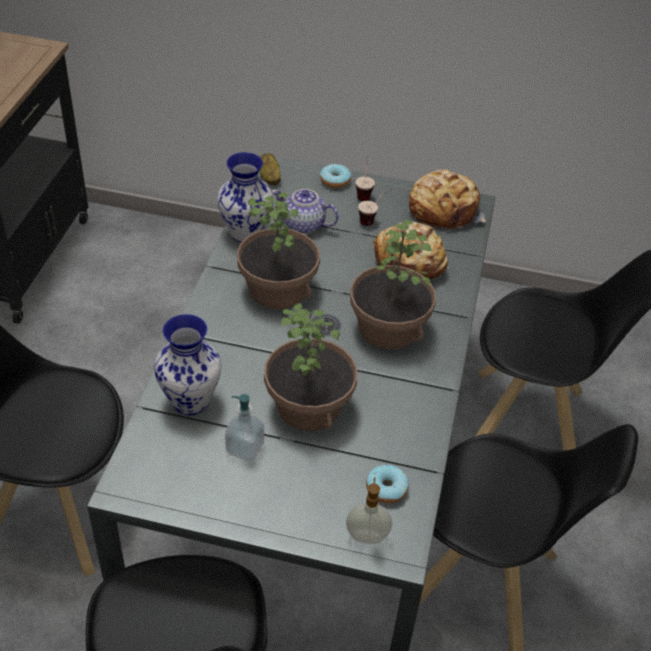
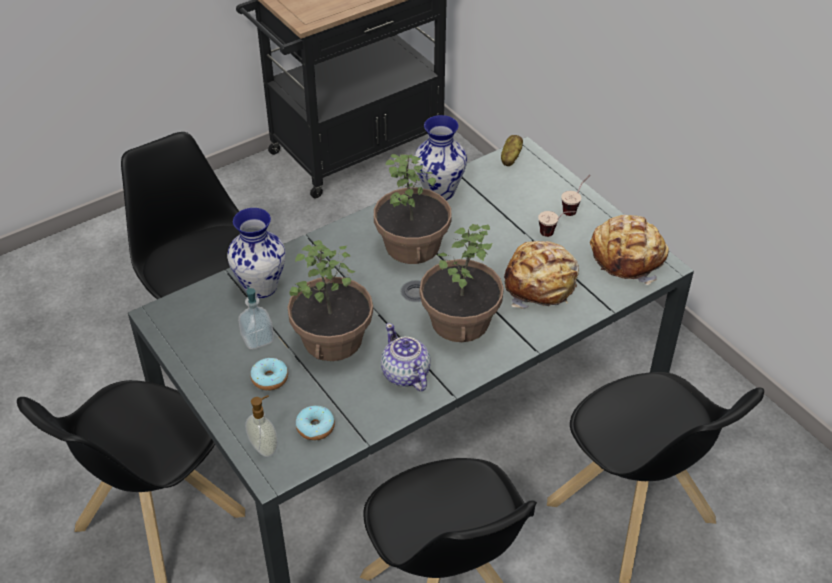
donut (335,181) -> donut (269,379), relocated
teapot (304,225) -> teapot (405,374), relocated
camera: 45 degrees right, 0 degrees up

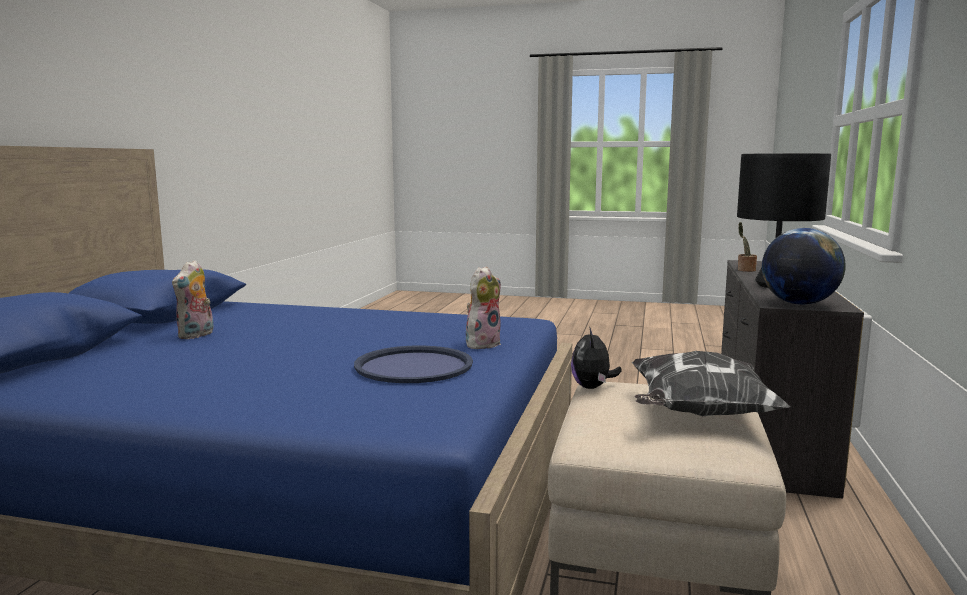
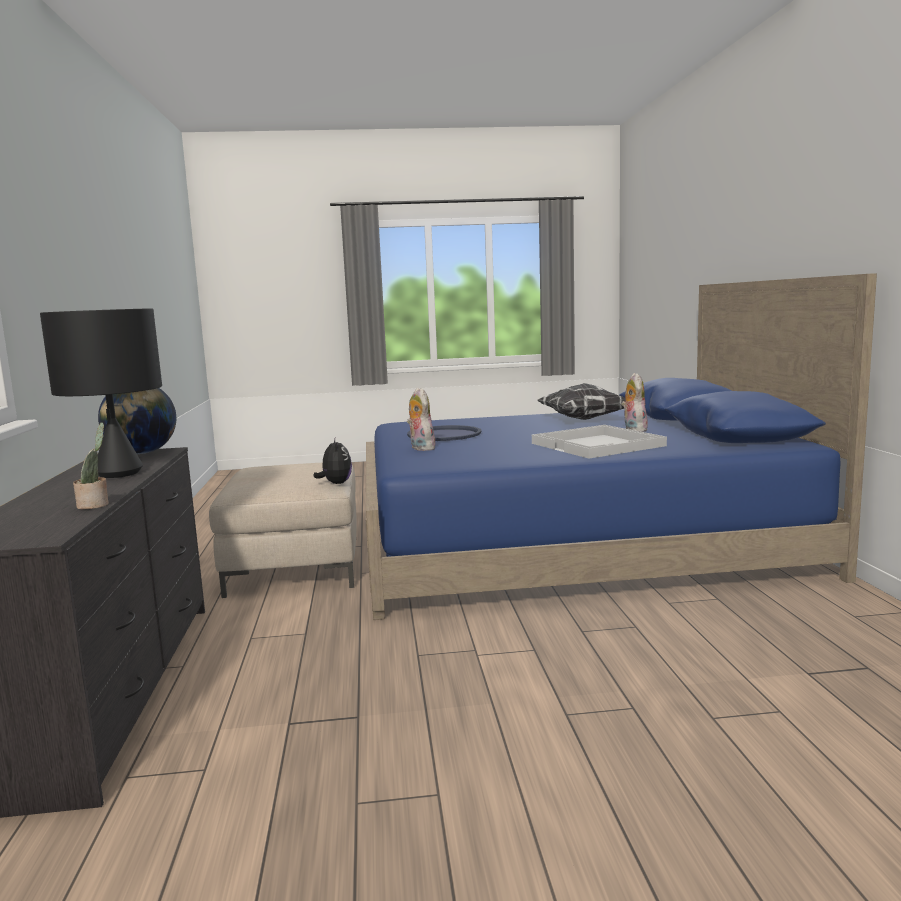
plush toy (482,344) -> plush toy (420,448), 135 degrees clockwise
none -> white tray (598,444)
pillow (698,414) -> pillow (585,419), relocated
camera: 160 degrees right, 0 degrees up

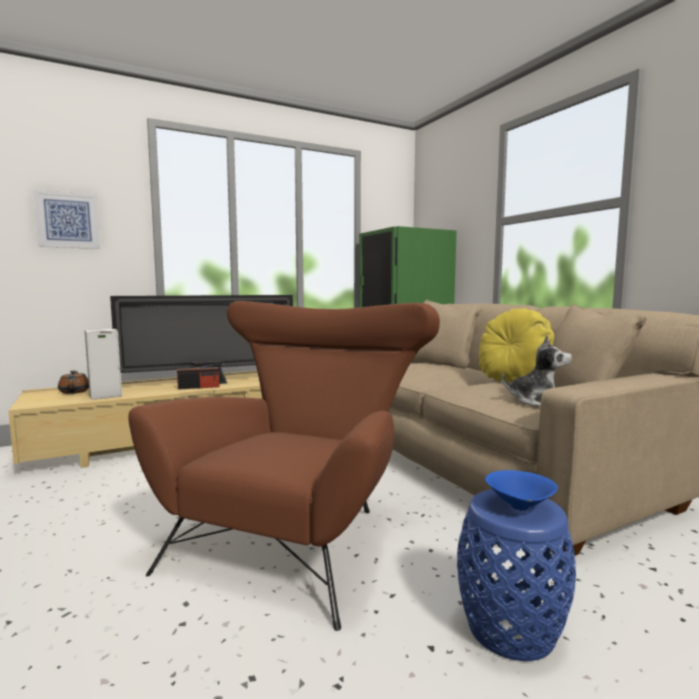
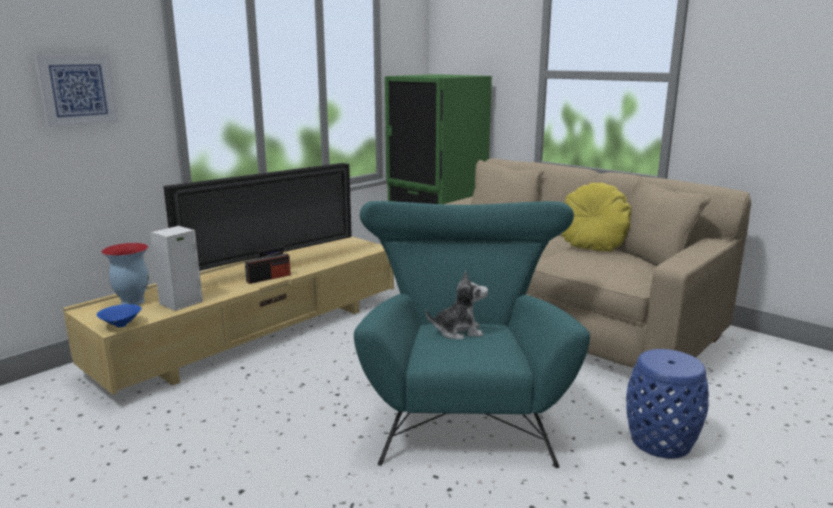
blue bowl (519,508) -> blue bowl (120,326), relocated
brown teapot (74,391) -> vase (132,302)
brown armchair (296,535) -> turquoise armchair (463,409)
plush toy (536,401) -> plush toy (458,332), relocated
camera: 20 degrees left, 10 degrees up

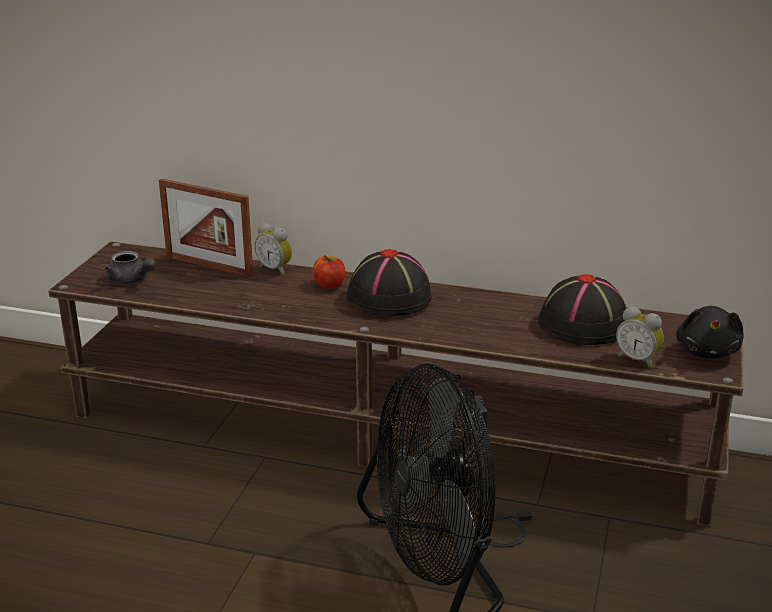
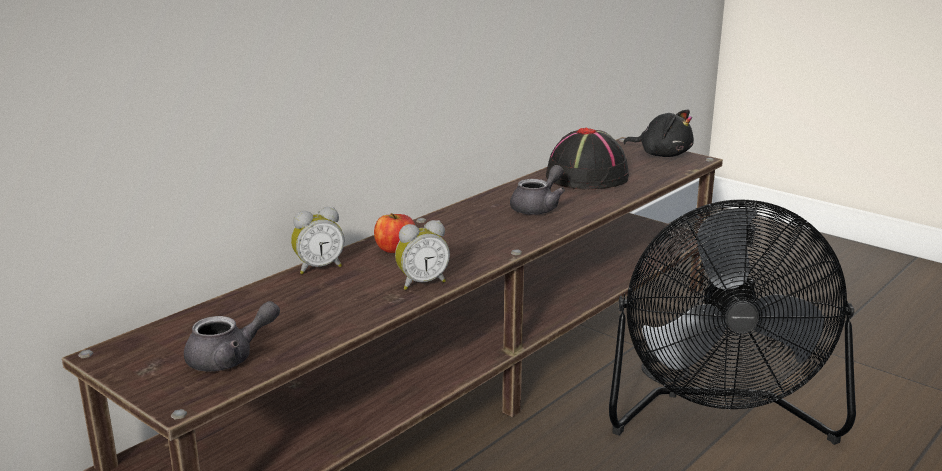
alarm clock (638,360) -> alarm clock (421,283), relocated
none -> grey teapot (538,207)
picture frame (209,266) -> none
black hat (390,298) -> none
camera: 65 degrees left, 5 degrees down

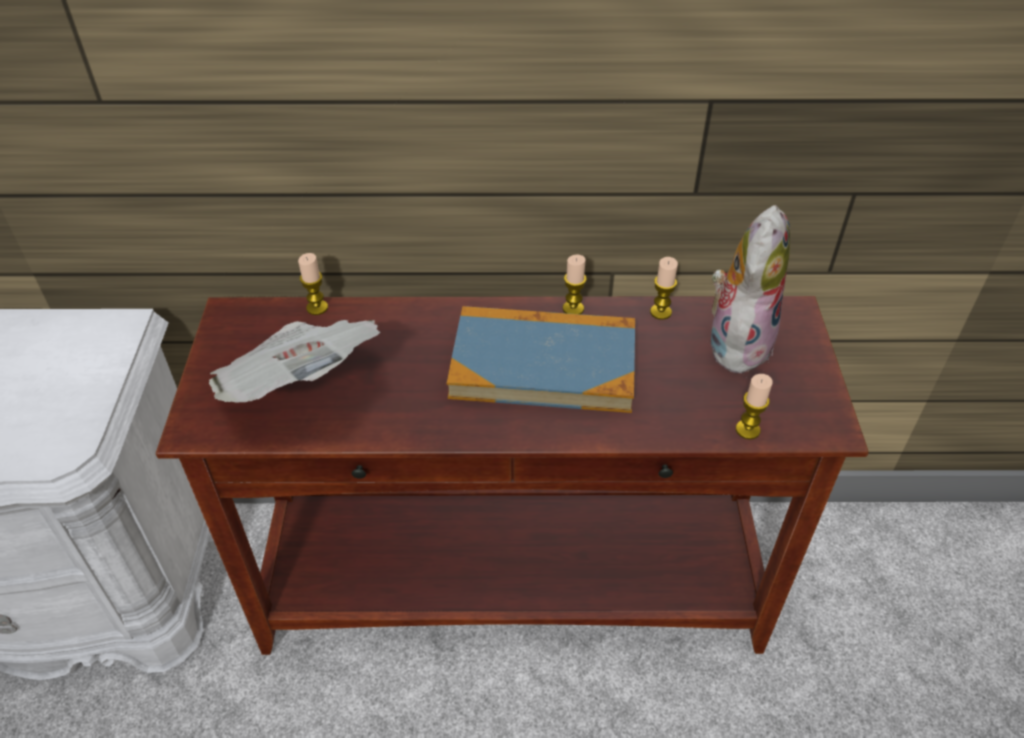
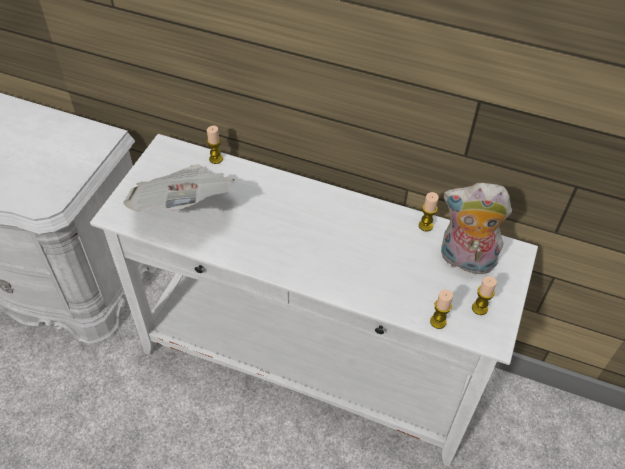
brown console table (514,581) -> white console table (310,362)
plush toy (736,341) -> plush toy (465,261), 120 degrees counterclockwise
candle (573,308) -> candle (479,308), relocated
book (543,364) -> none
camera: 20 degrees right, 5 degrees up

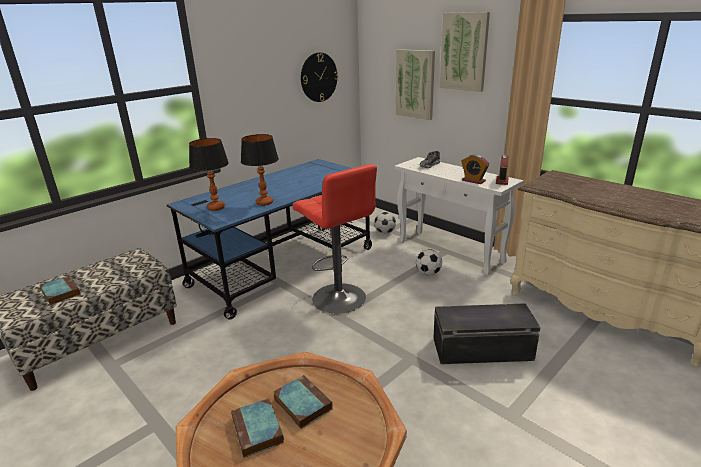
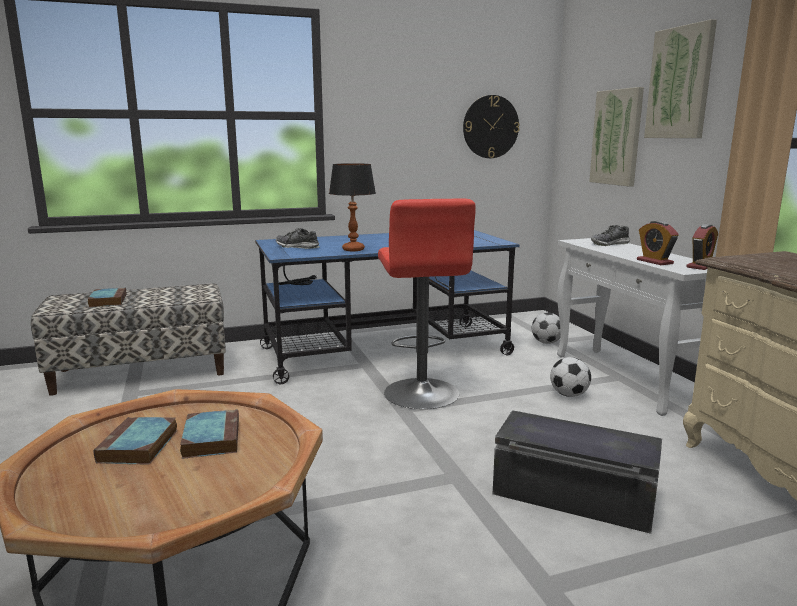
table lamp (216,208) -> shoe (297,247)
camera: 25 degrees right, 10 degrees down

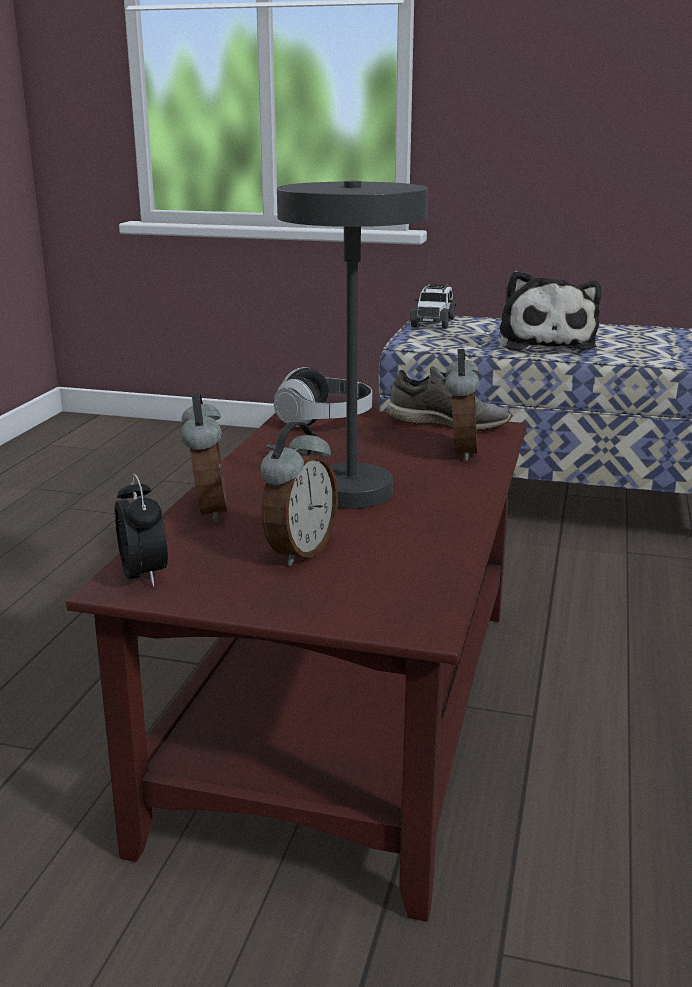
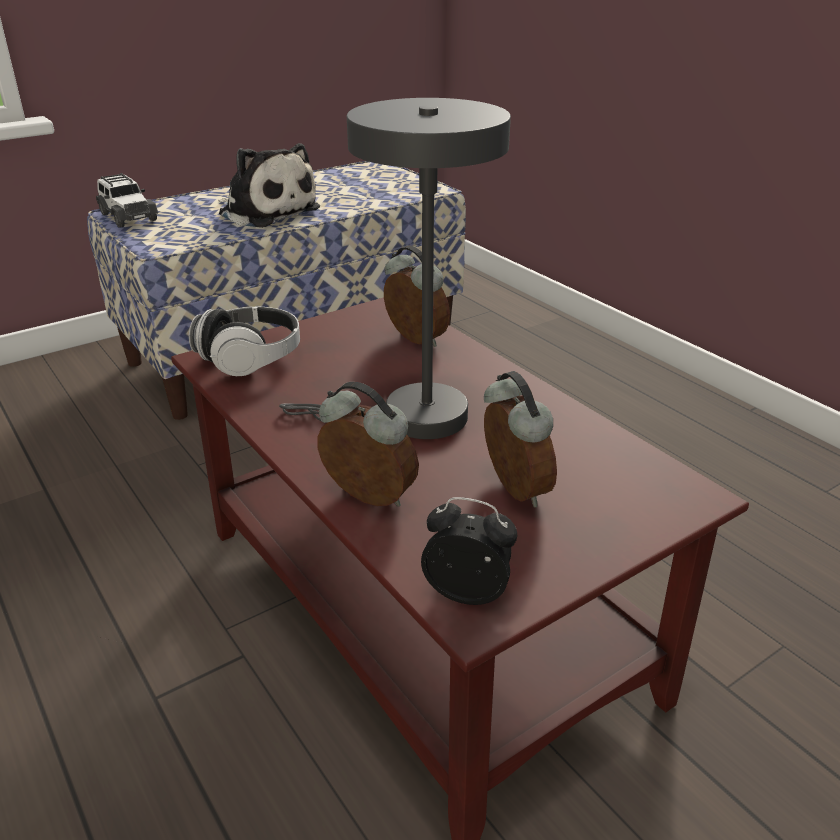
grey shoe (448,423) -> none
camera: 50 degrees left, 10 degrees up

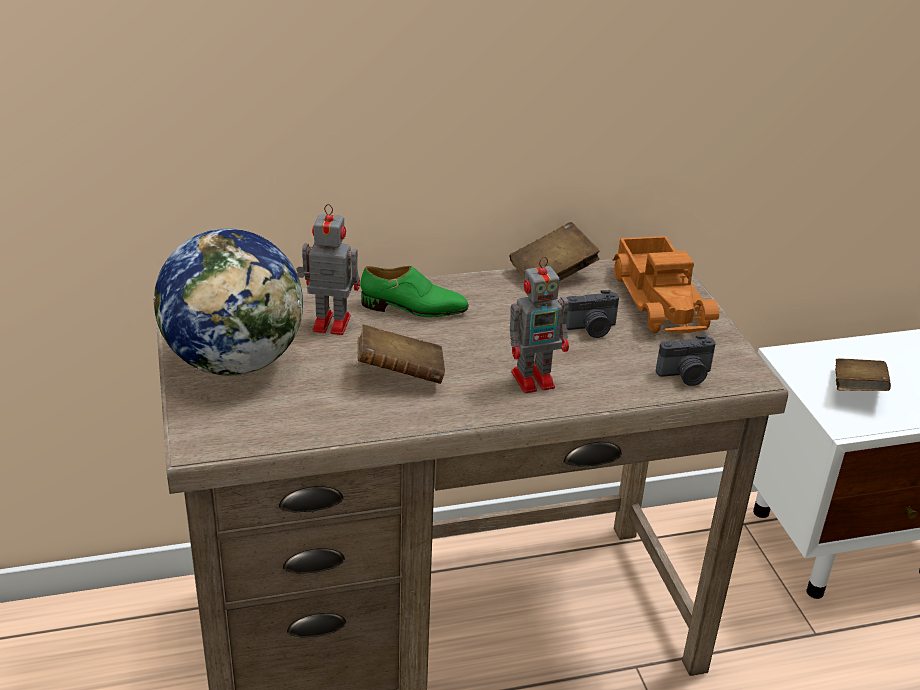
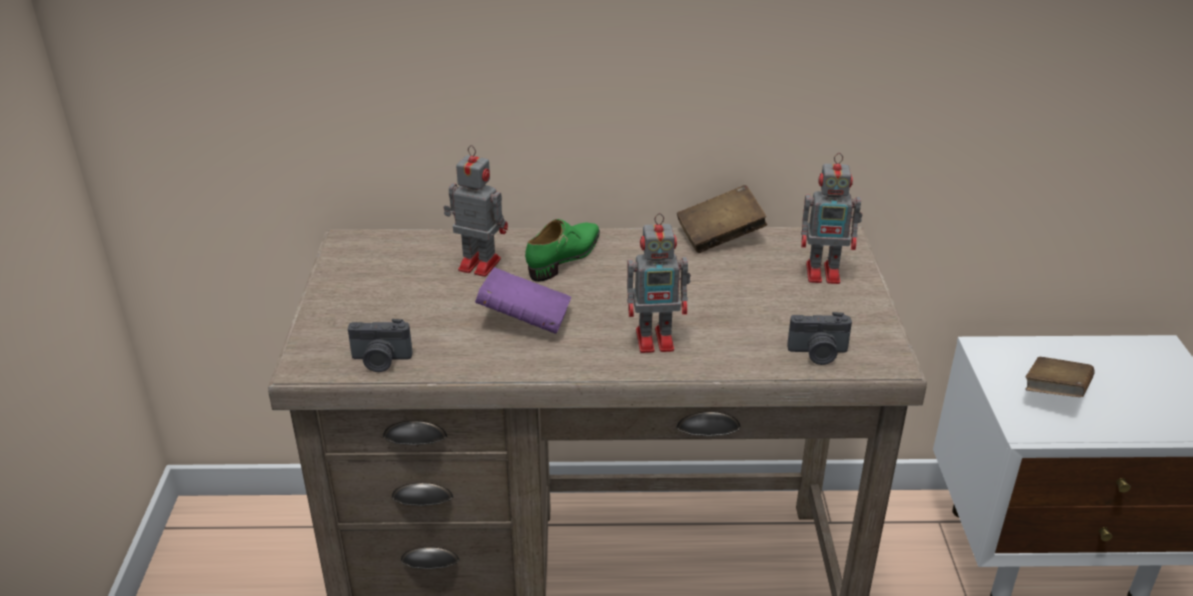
photo camera (592,329) -> photo camera (380,361), relocated
brown book (400,374) -> purple book (524,320)
green shoe (414,308) -> green shoe (565,257), 75 degrees counterclockwise
toy truck (662,299) -> toy robot (825,273)
globe (235,362) -> none
camera: 15 degrees right, 0 degrees up

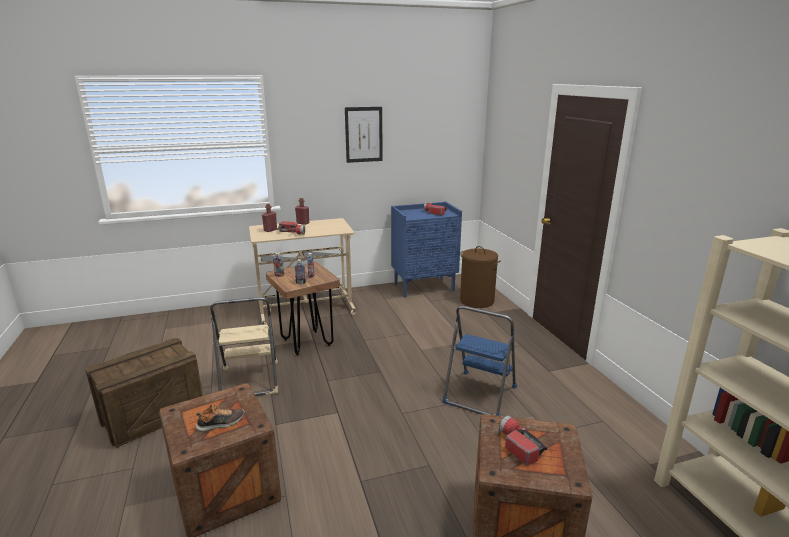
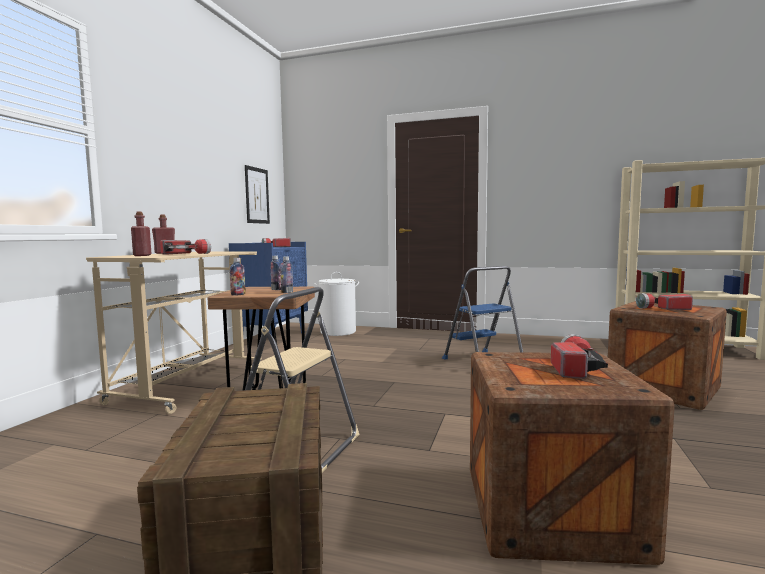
picture (364,134) -> picture (257,195), relocated
brown laundry basket (477,301) -> white laundry basket (338,332)
shoe (221,423) -> flashlight (574,368)
camera: 55 degrees left, 15 degrees down

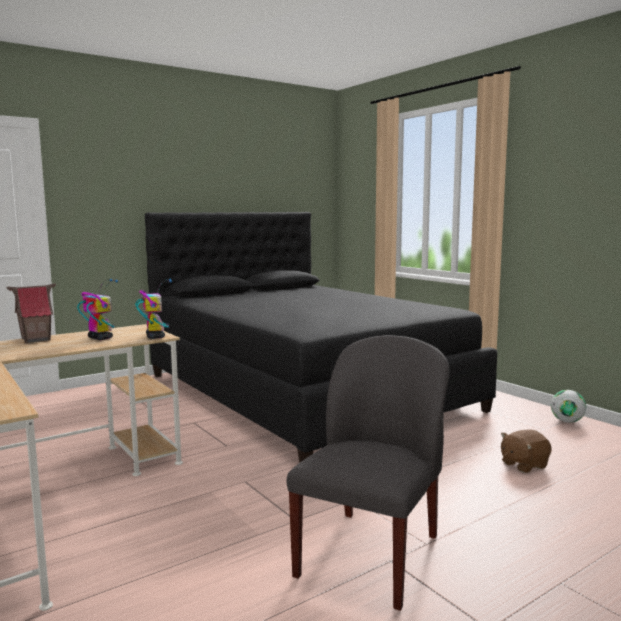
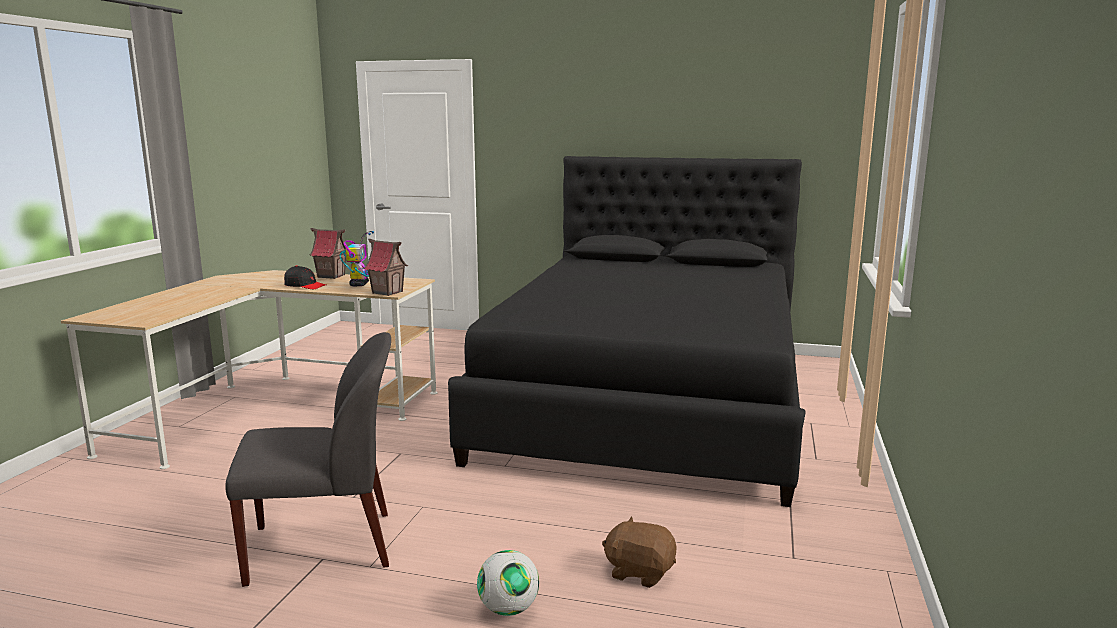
none -> black cap (305,286)
toy robot (155,337) -> toy house (387,292)
football (567,421) -> football (508,609), relocated
camera: 50 degrees right, 5 degrees up

